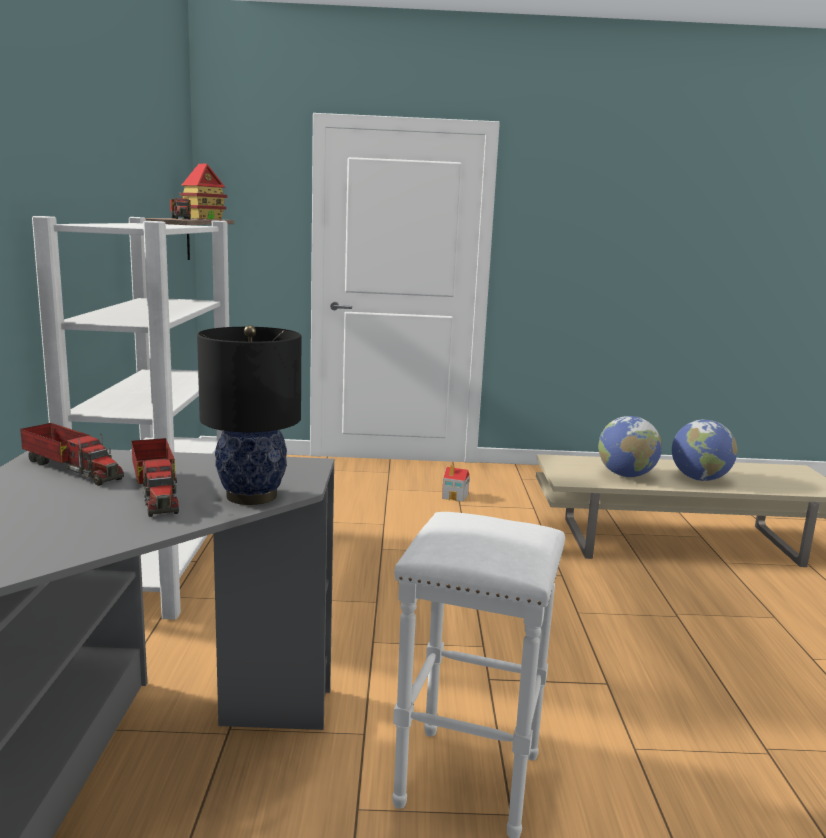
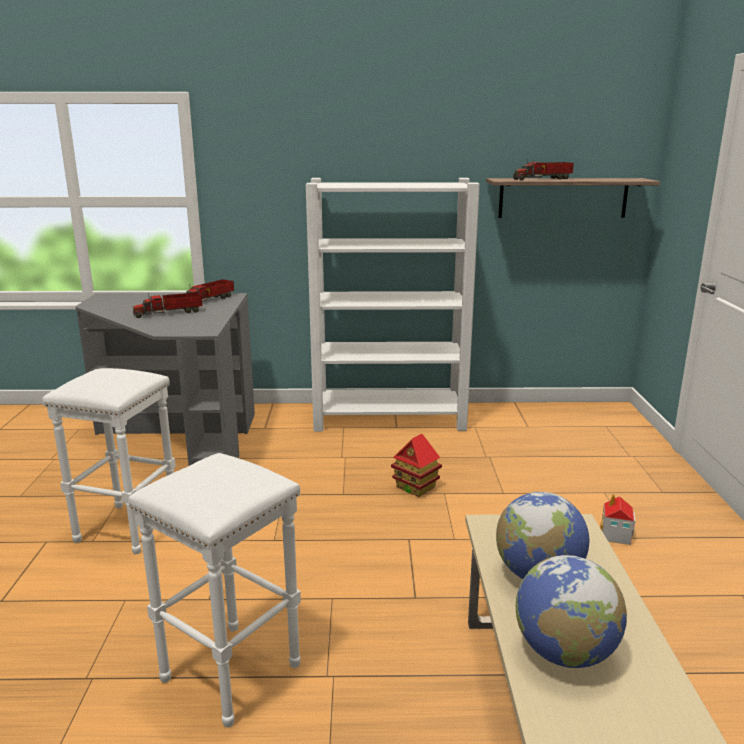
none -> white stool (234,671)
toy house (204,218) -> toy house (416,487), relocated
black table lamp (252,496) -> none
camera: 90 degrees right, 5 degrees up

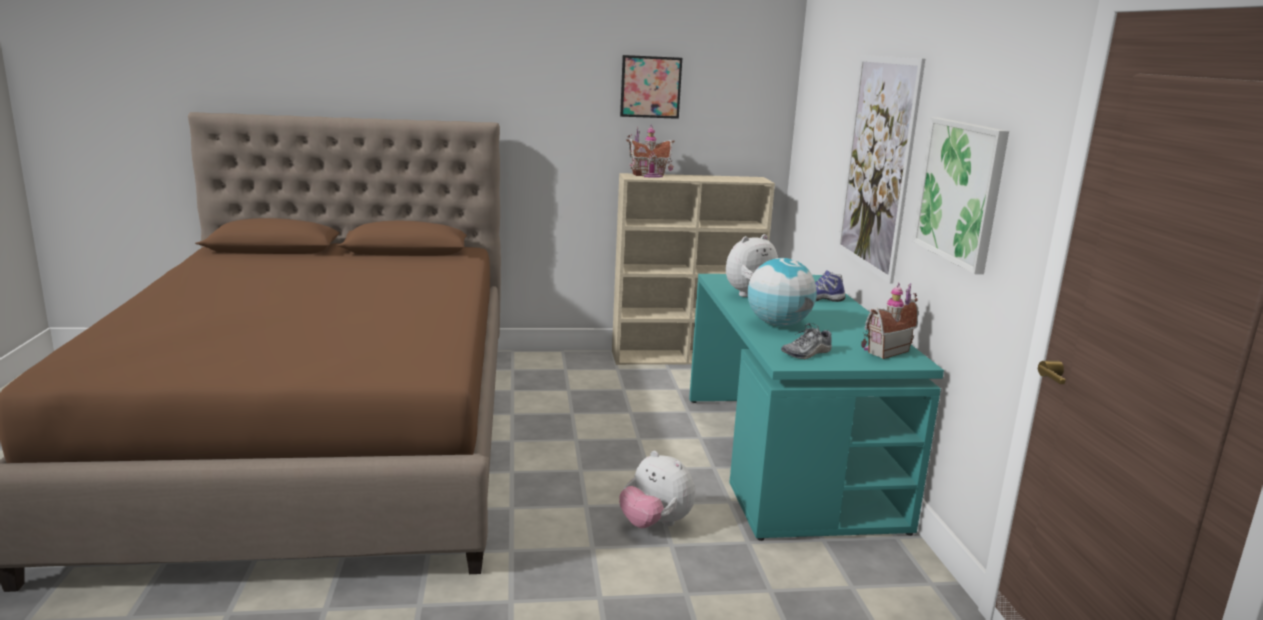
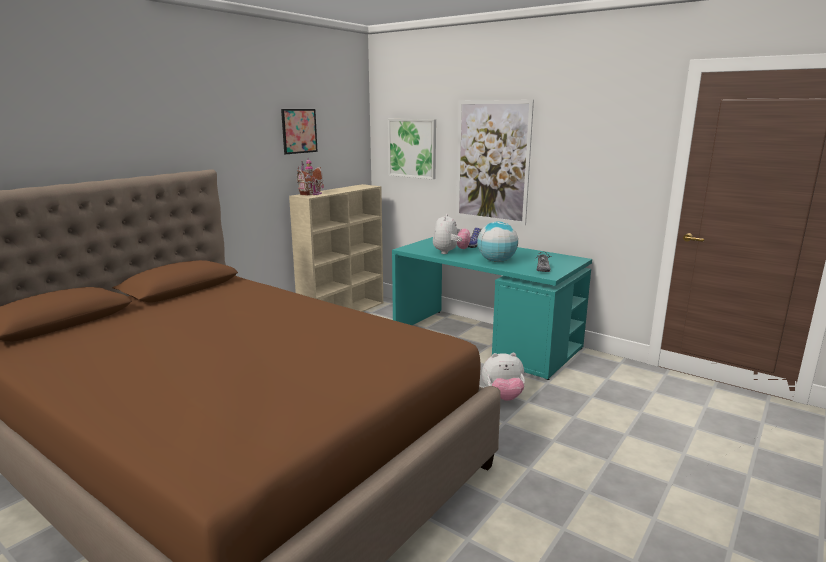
picture (960,192) -> picture (412,148), relocated
toy house (884,351) -> none
camera: 45 degrees left, 0 degrees up

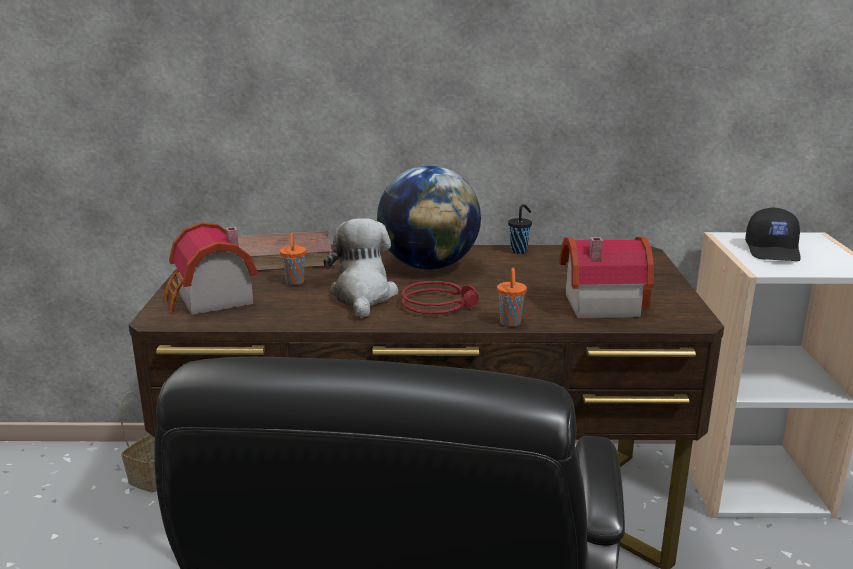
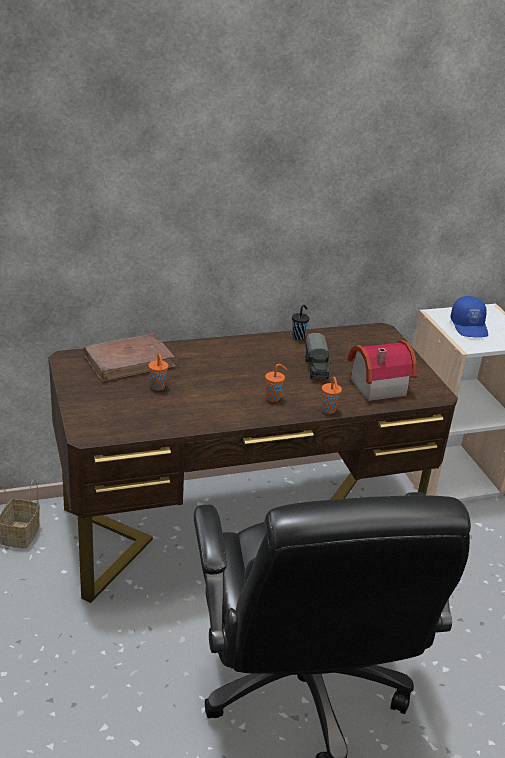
red headphones (439,304) -> orange cup (274,398)
none -> toy truck (316,368)
black cap (773,251) -> blue cap (469,327)
toy house (210,300) -> none
plush toy (362,296) -> none
globe (428,266) -> none
camera: 20 degrees left, 10 degrees up

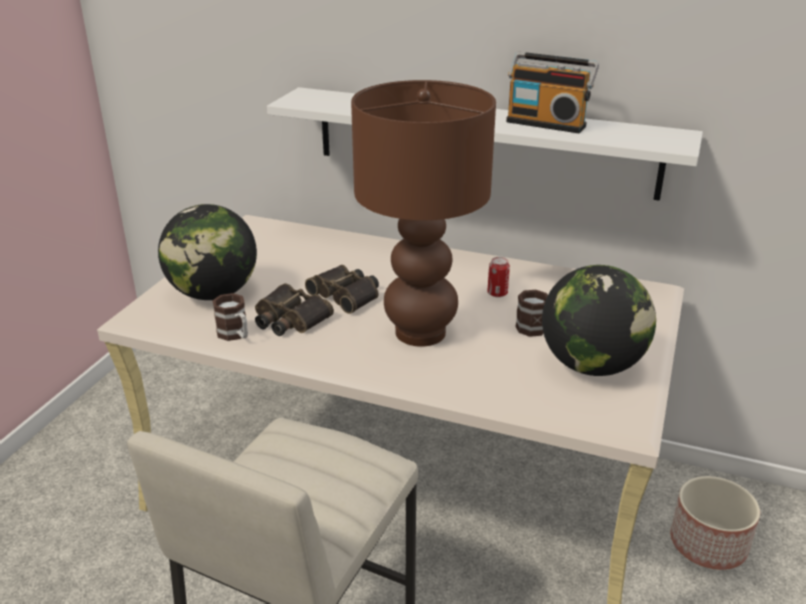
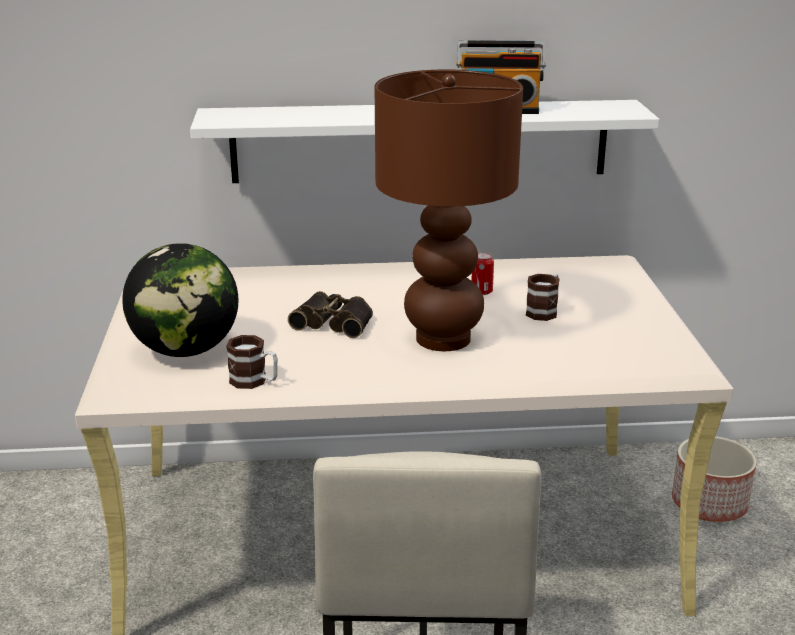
binoculars (289,319) -> none
globe (591,365) -> none
camera: 25 degrees left, 5 degrees down

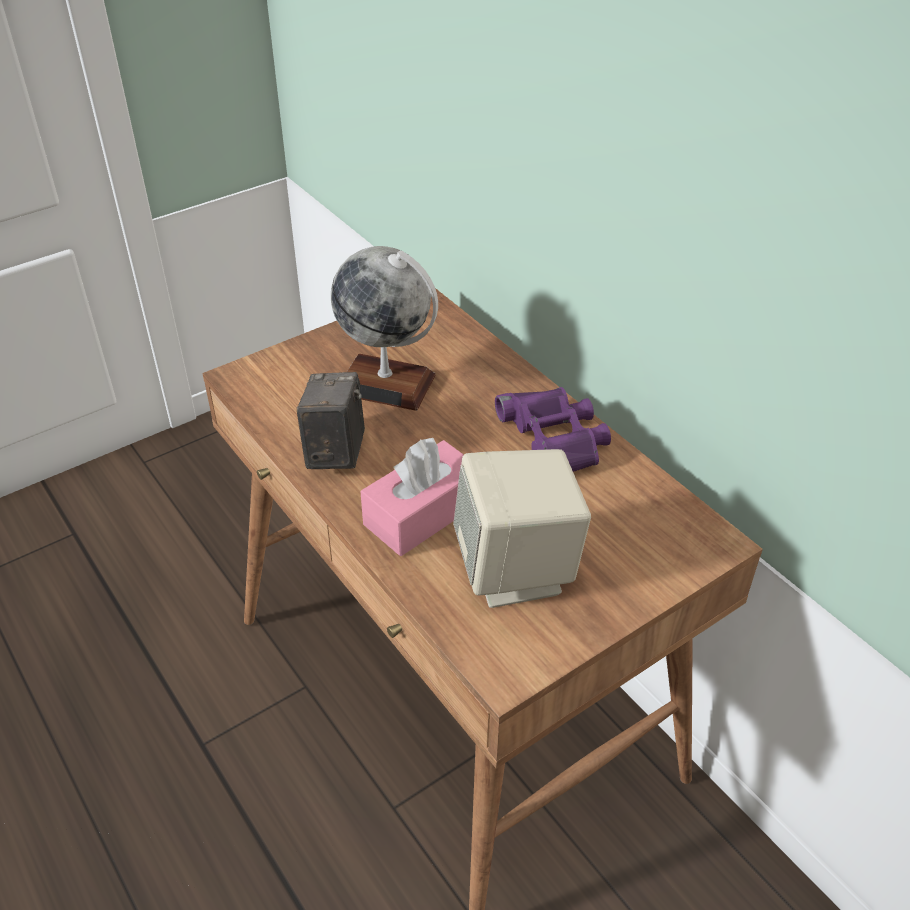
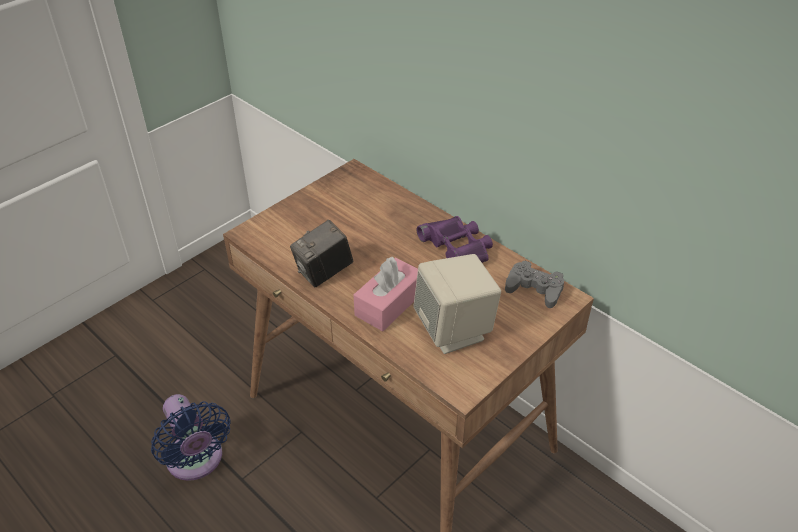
none -> blue fan (196,461)
photo camera (335,451) -> photo camera (324,273), 120 degrees counterclockwise
none -> grey game controller (534,289)
globe (386,384) -> none
camera: 10 degrees left, 0 degrees up

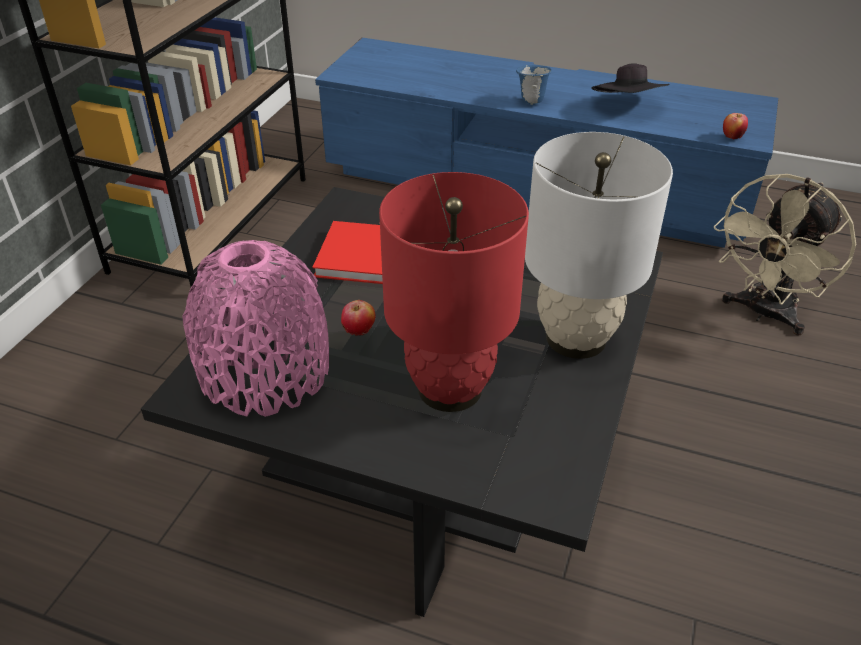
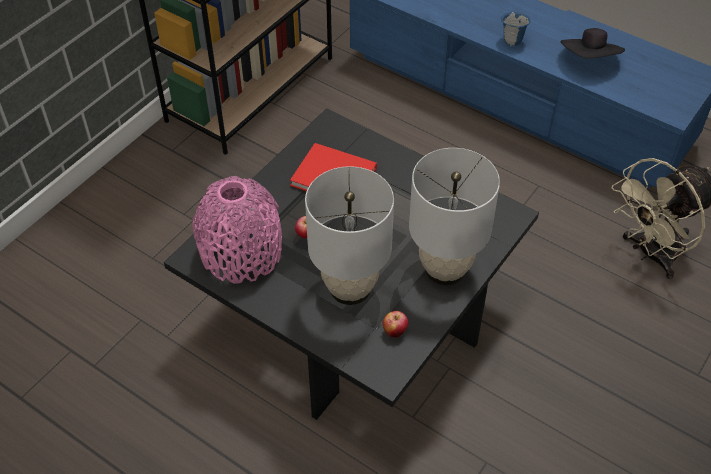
red table lamp (450,388) -> white table lamp (350,288)
apple (732,137) -> apple (395,331), relocated
camera: 15 degrees right, 10 degrees up

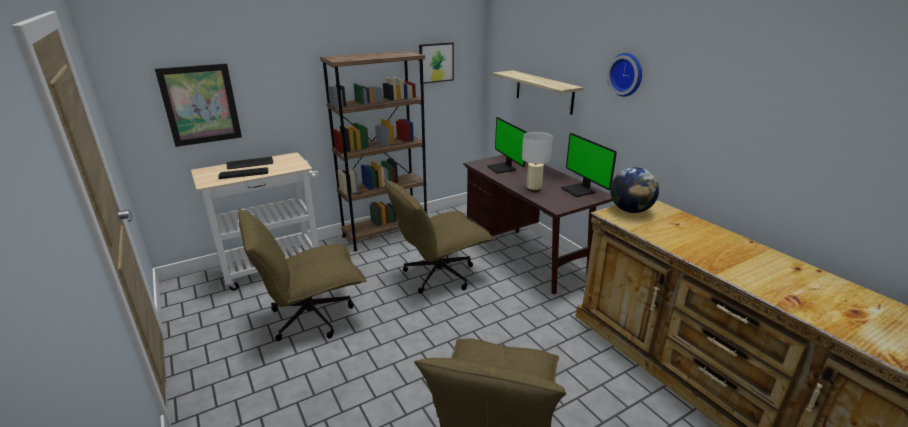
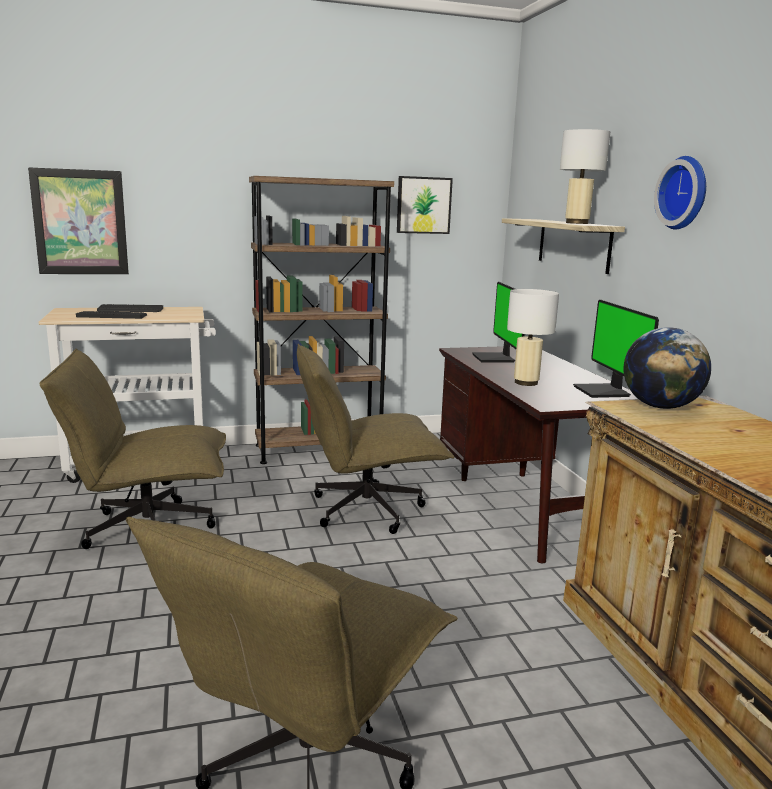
none -> white table lamp (577,223)
camera: 15 degrees right, 10 degrees down

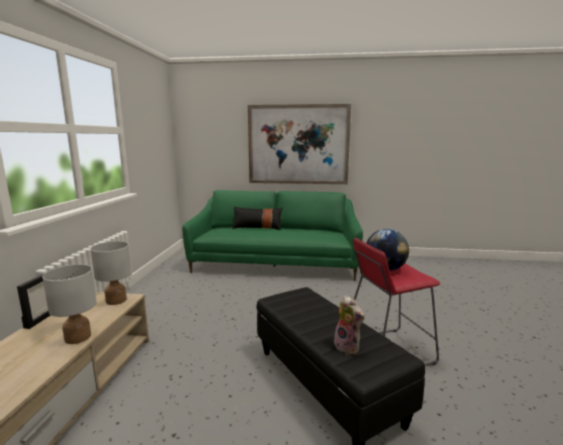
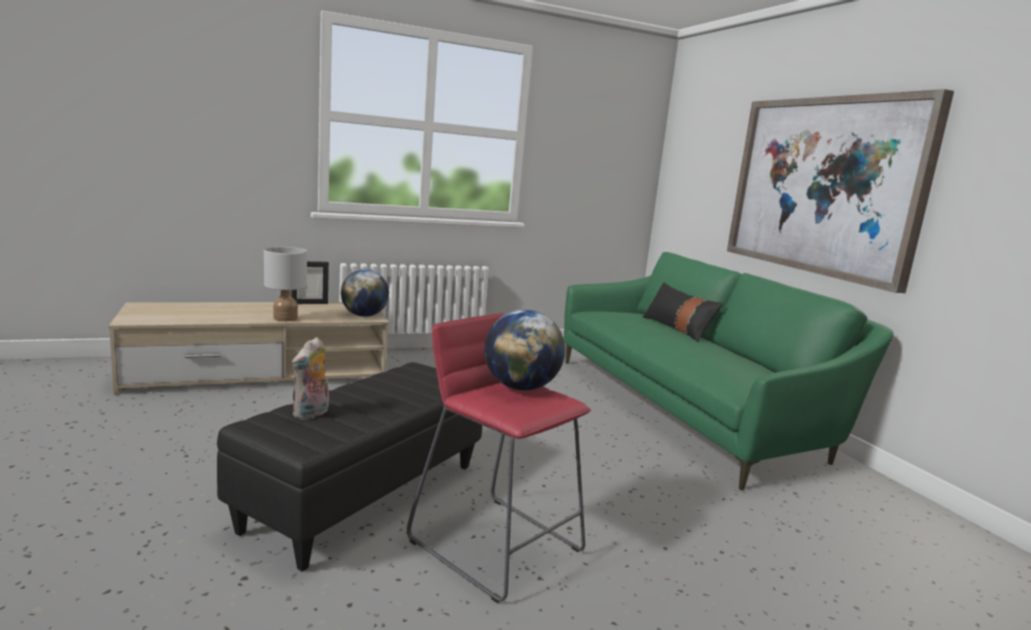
grey table lamp (116,300) -> globe (364,315)
camera: 60 degrees right, 0 degrees up

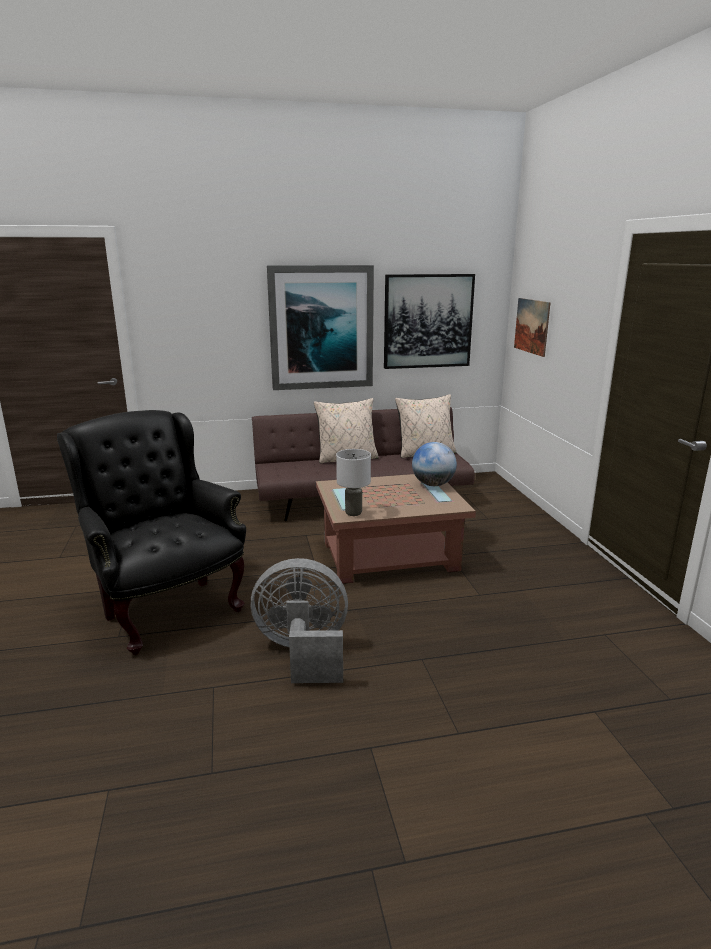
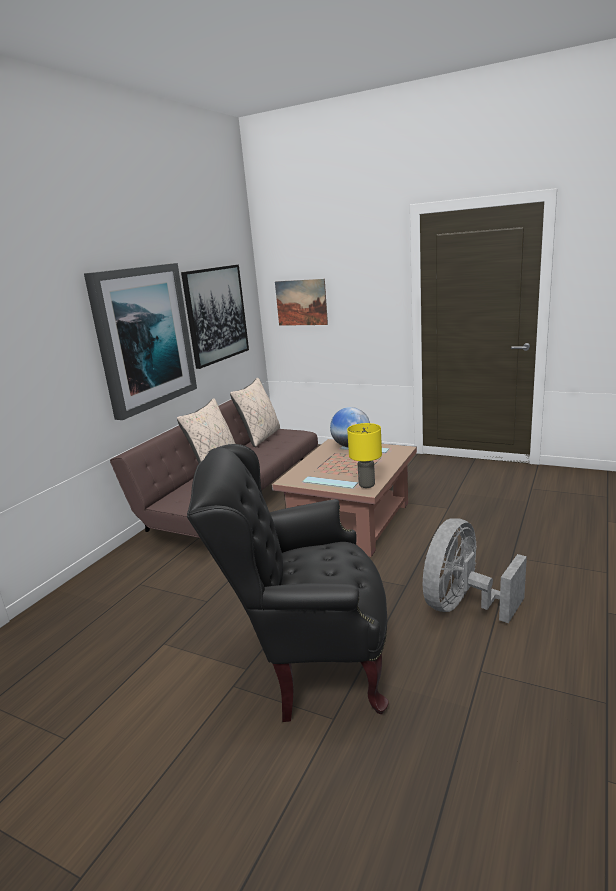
white table lamp (352,513) -> yellow table lamp (366,485)
camera: 50 degrees left, 0 degrees up

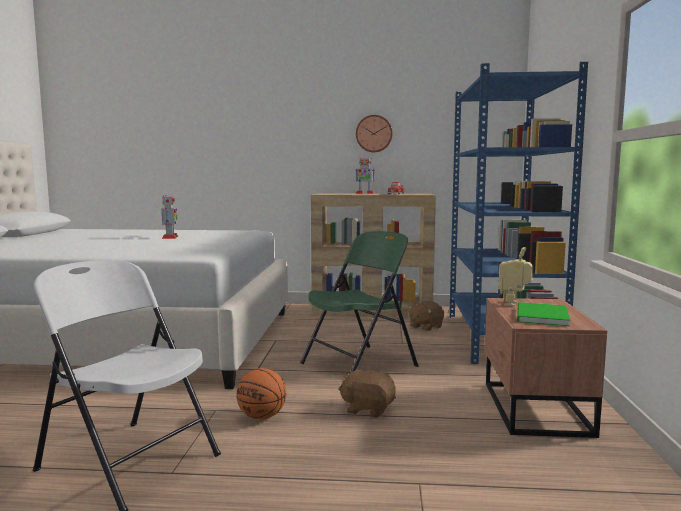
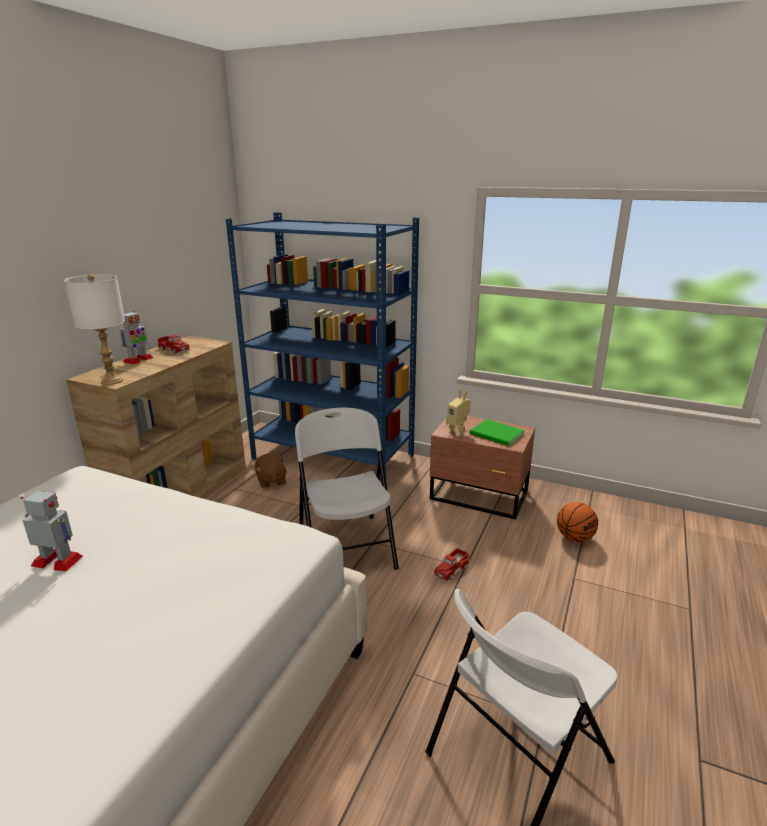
none -> white table lamp (112,381)
green chair (359,365) -> white chair (346,548)
brown plush toy (368,409) -> toy truck (451,569)
basketball (262,416) -> basketball (574,538), relocated
wall clock (374,133) -> none
camera: 70 degrees left, 15 degrees up

